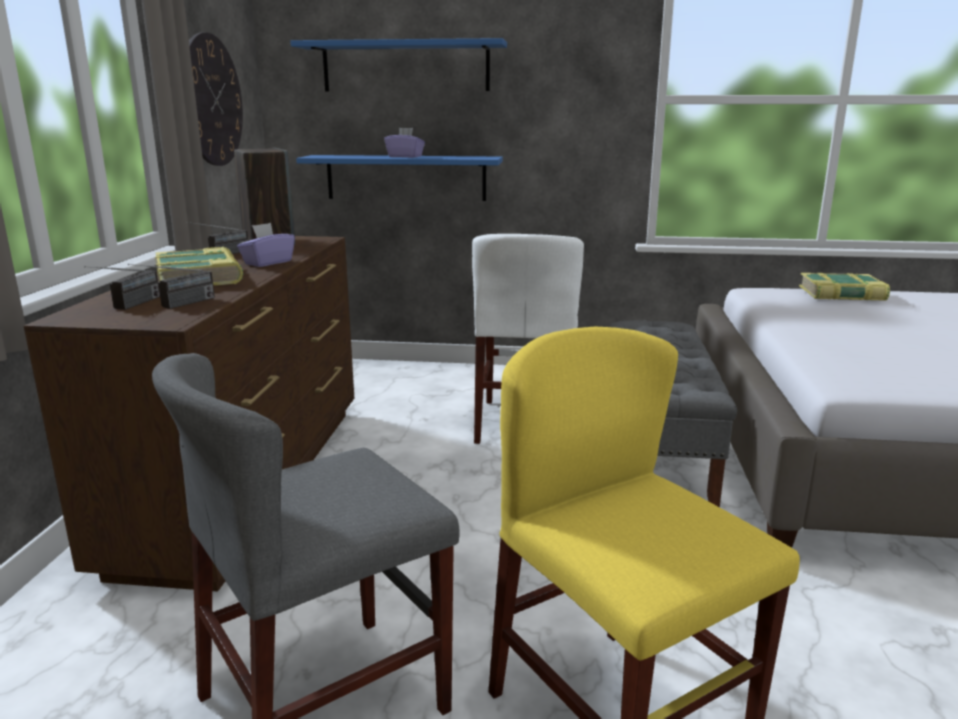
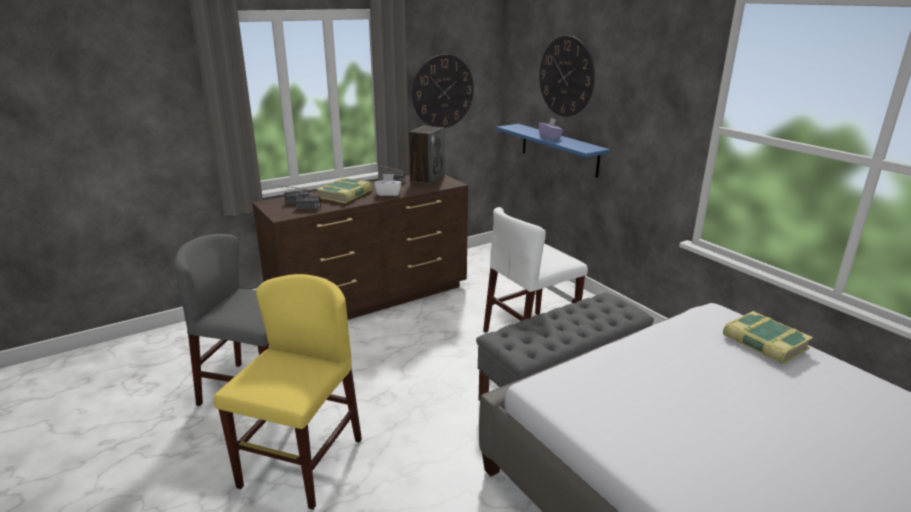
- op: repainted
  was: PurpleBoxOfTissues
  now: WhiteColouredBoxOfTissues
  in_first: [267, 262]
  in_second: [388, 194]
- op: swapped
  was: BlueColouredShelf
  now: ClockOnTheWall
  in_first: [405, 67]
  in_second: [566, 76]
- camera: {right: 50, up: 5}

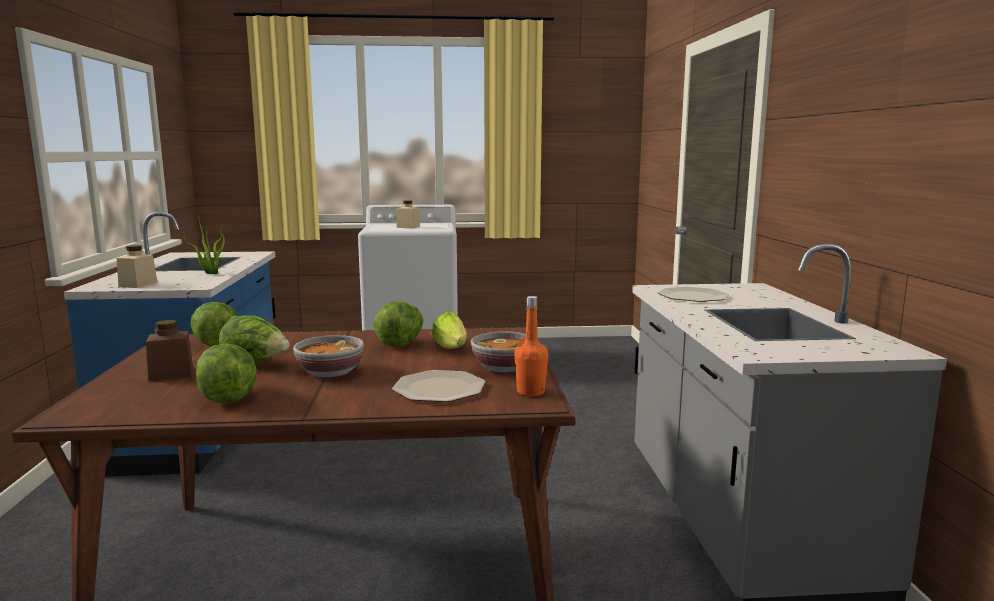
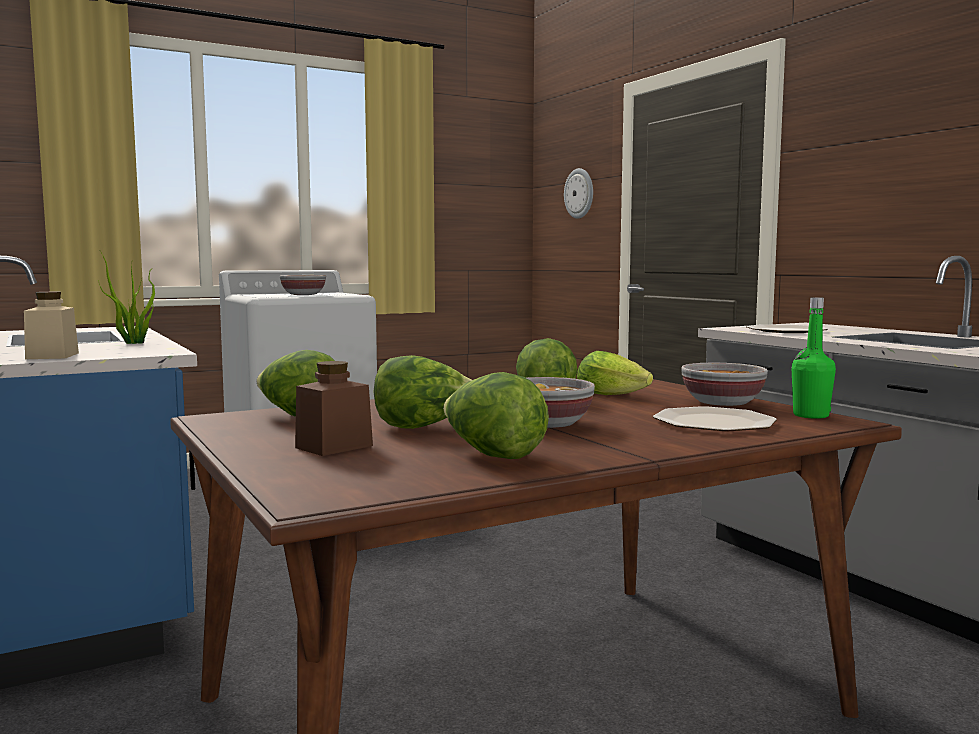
- op: swapped
  was: SandColouredPreserveJar
  now: DeepDish
  in_first: [408, 227]
  in_second: [303, 295]
- op: repainted
  was: OrangeyBeverageBottle
  now: GreenBeverageBottle
  in_first: [530, 392]
  in_second: [810, 415]
- op: new
  now: ClockOnTheWall
  in_second: [579, 193]
- camera: {right: -25, up: -5}

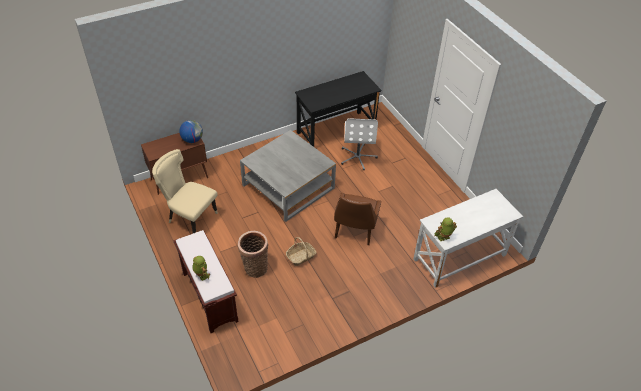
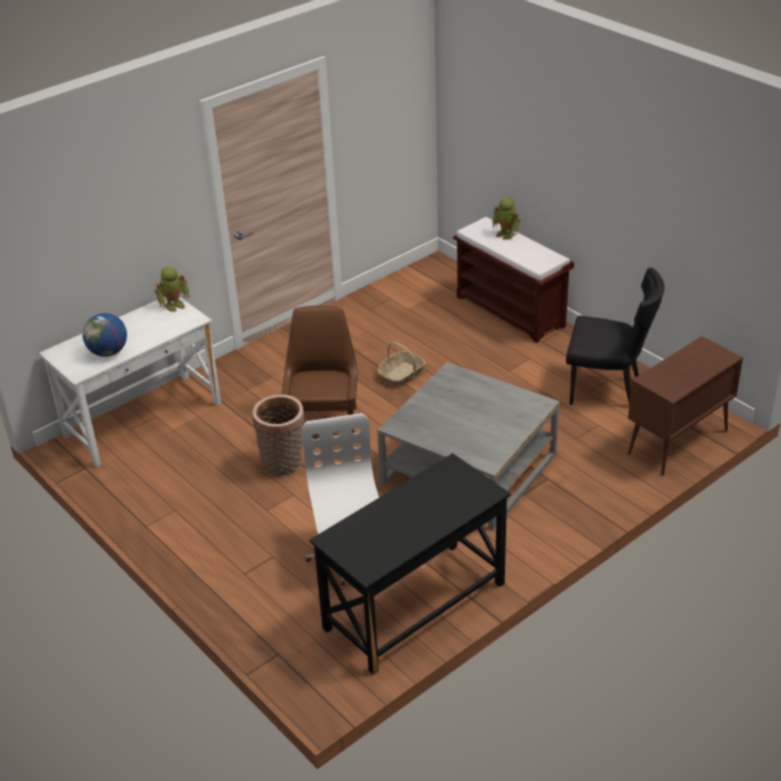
- op: repainted
  was: SandColouredPlainChair
  now: BlackishPlainChair
  in_first: [190, 218]
  in_second: [608, 389]
- op: shifted
  was: Globe
  in_first: [192, 140]
  in_second: [108, 352]
- op: shifted
  was: Basket
  in_first: [254, 267]
  in_second: [284, 465]
- camera: {right: 170, up: -10}

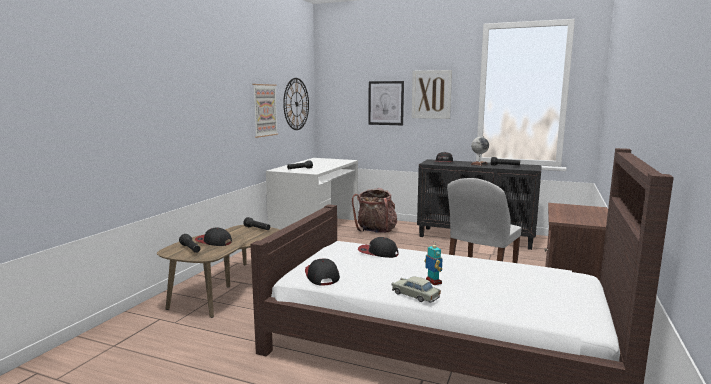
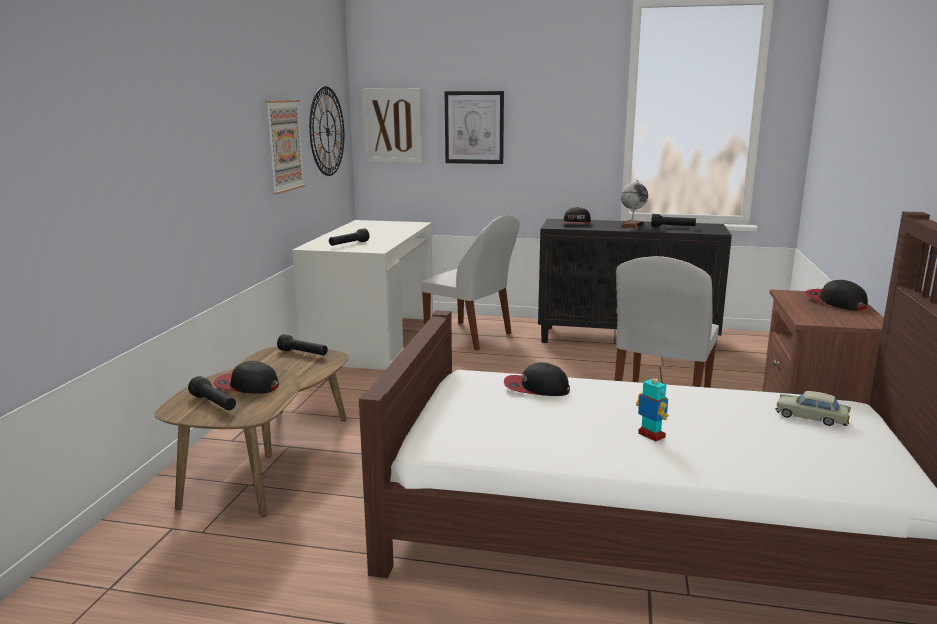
- op: shifted
  was: BaseballCap
  in_first: [321, 276]
  in_second: [835, 302]
- op: swapped
  was: Rucksack
  now: WhiteColouredPlainChair
  in_first: [376, 231]
  in_second: [470, 336]
- op: shifted
  was: SandColouredToyCar
  in_first: [415, 295]
  in_second: [811, 417]
- op: shifted
  was: Picture
  in_first: [431, 94]
  in_second: [393, 126]
- camera: {right: -10, up: 5}

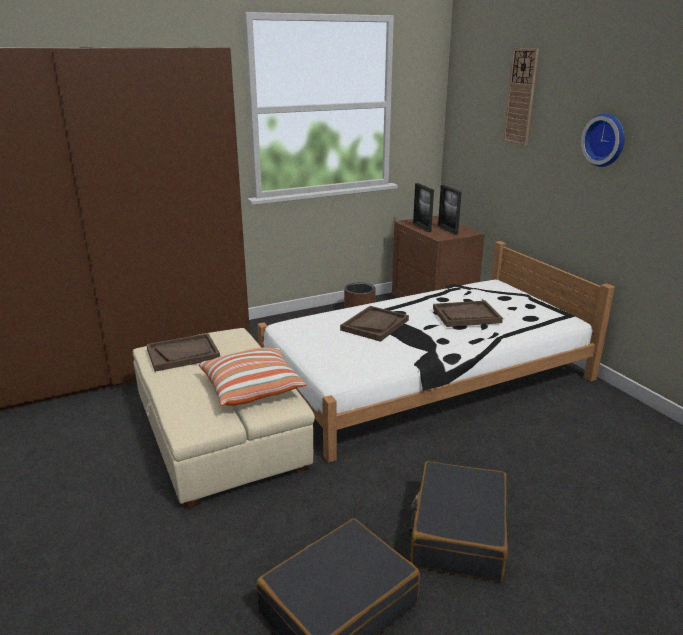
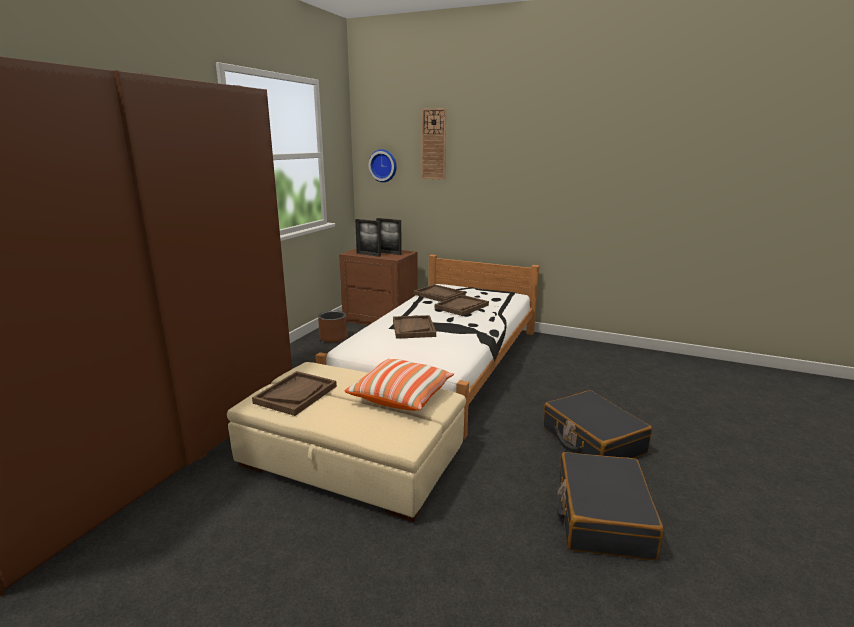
- op: shifted
  was: ClockOnTheWall
  in_first: [606, 140]
  in_second: [383, 165]
- op: new
  now: BrownColouredTray
  in_second: [439, 295]
- camera: {right: -40, up: -5}

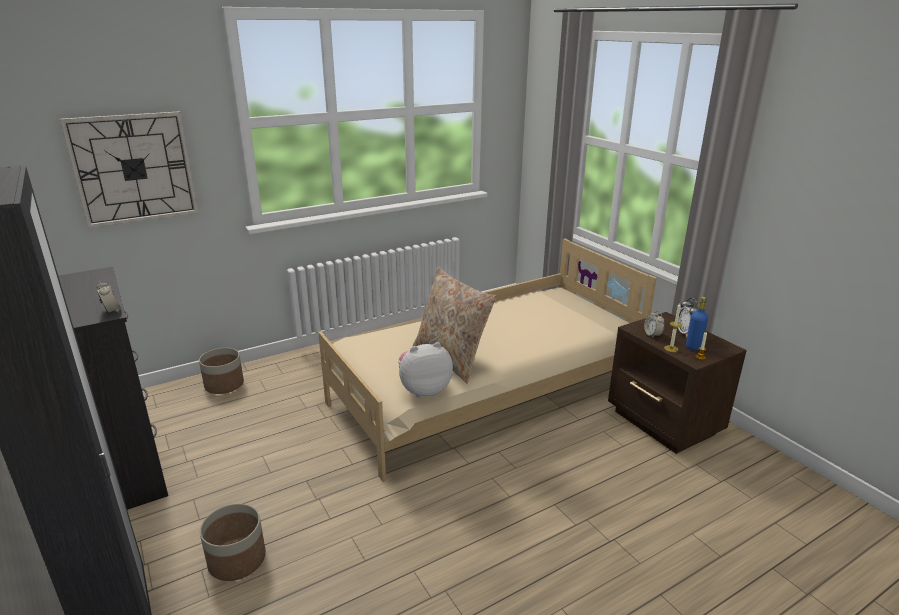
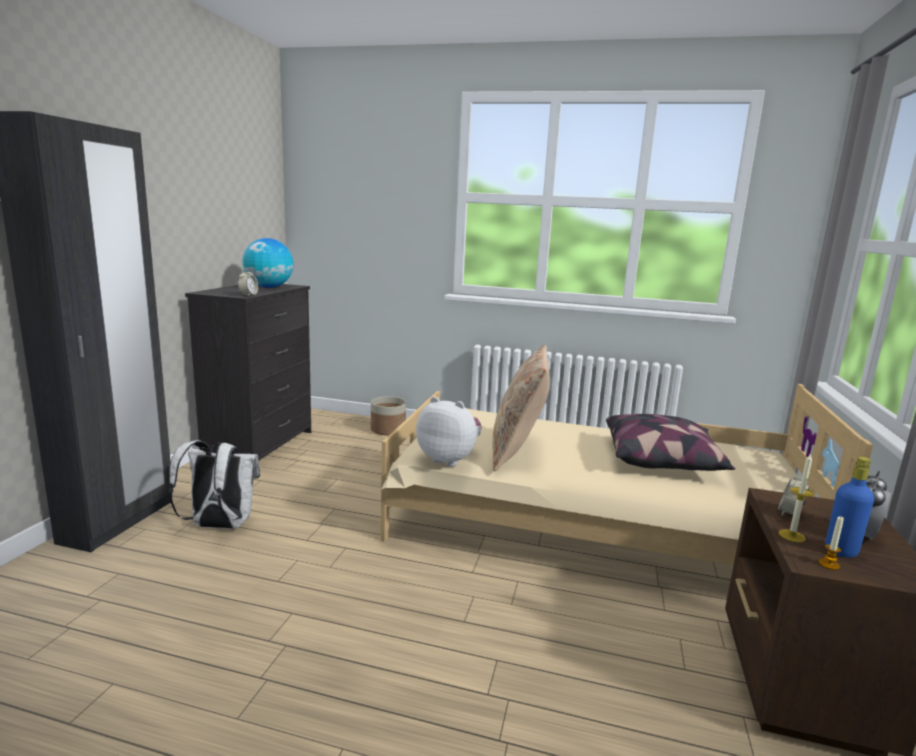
- op: gone
  was: ClockOnTheWall
  in_first: [133, 169]
- op: swapped
  was: PlantPot
  now: WhiteColouredRucksack
  in_first: [237, 560]
  in_second: [219, 526]
- op: new
  now: Globe
  in_second: [269, 287]
- op: new
  now: ThrowPillow
  in_second: [662, 460]
- camera: {right: 45, up: -10}

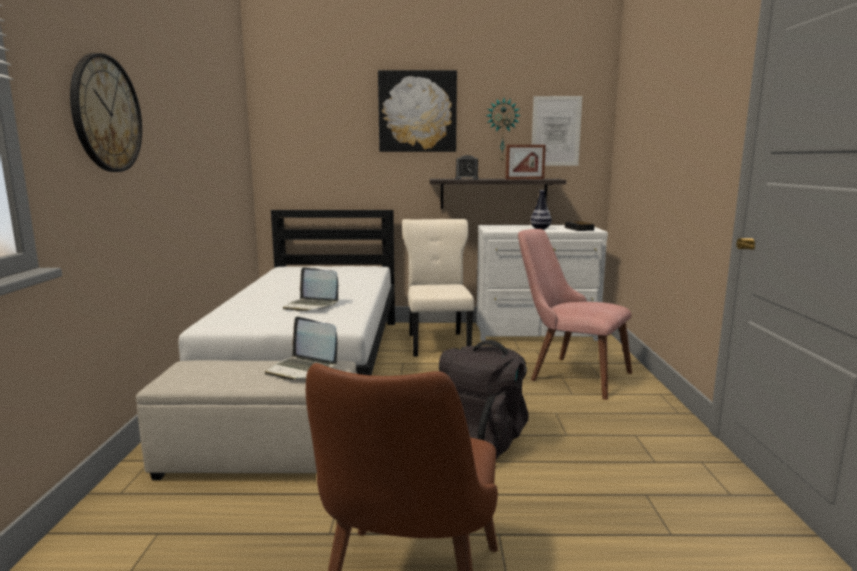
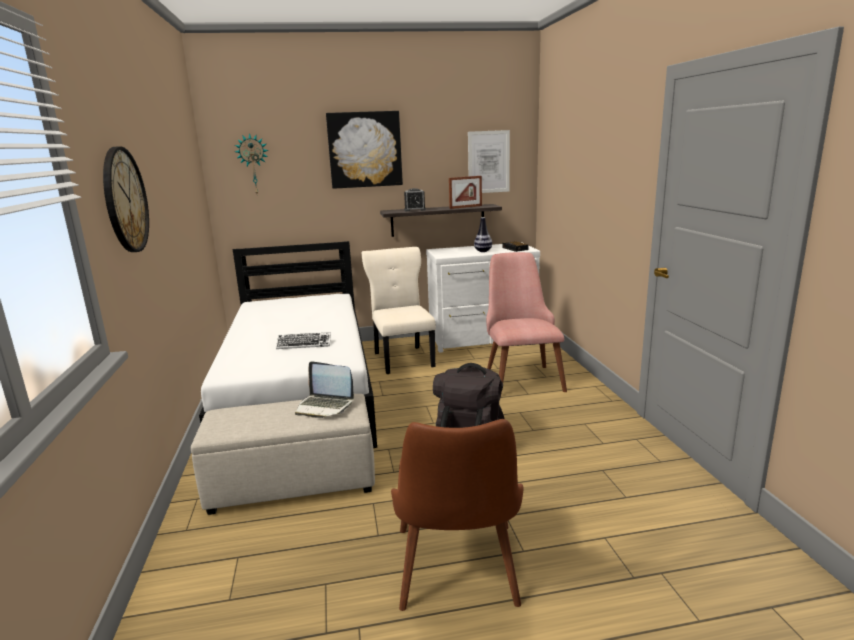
- op: swapped
  was: PortableComputer
  now: Keyboard
  in_first: [311, 306]
  in_second: [304, 344]
- op: shifted
  was: ClockOnTheWall
  in_first: [502, 130]
  in_second: [253, 164]
- op: rotated
  was: PinkPlainChair
  in_first: [568, 373]
  in_second: [520, 376]
  clockwise: 60
- camera: {right: -10, up: 5}

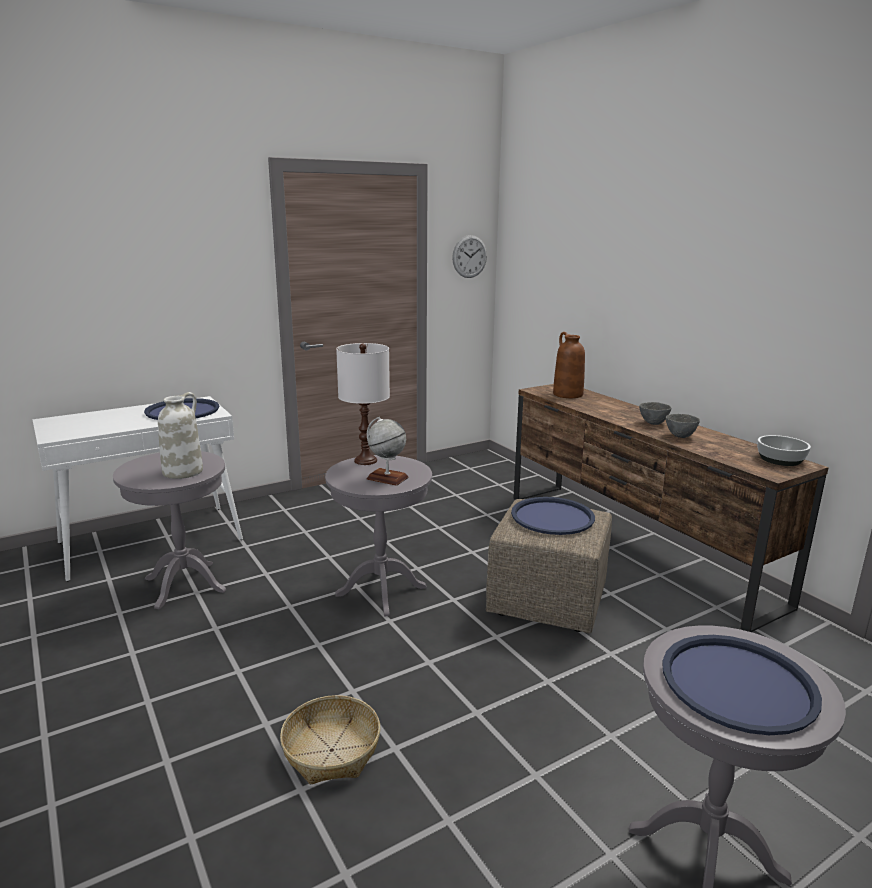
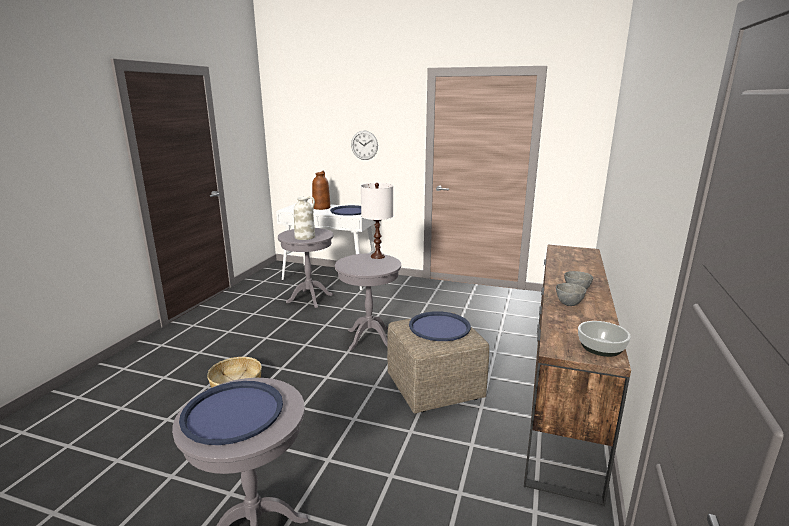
- op: gone
  was: Globe
  in_first: [387, 478]
- op: shifted
  was: ClockOnTheWall
  in_first: [469, 256]
  in_second: [364, 145]
- op: shifted
  was: BrownColouredVase
  in_first: [567, 394]
  in_second: [321, 207]
- camera: {right: 50, up: 0}

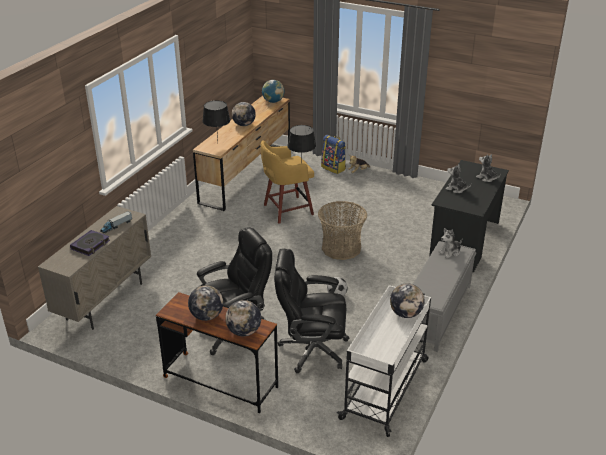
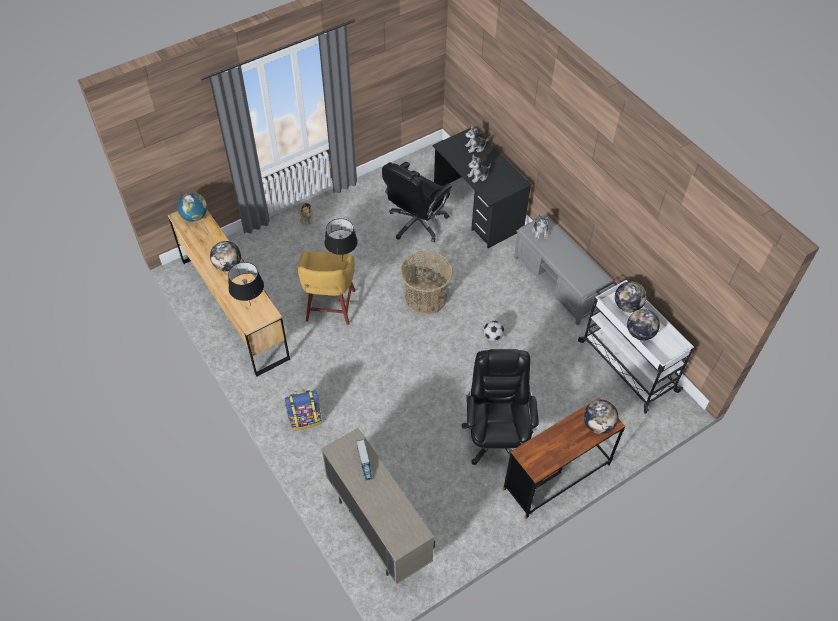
- op: gone
  was: Volume
  in_first: [90, 245]
- op: shifted
  was: Globe
  in_first: [206, 316]
  in_second: [640, 333]
- op: shifted
  was: BlackishDeskChair
  in_first: [312, 349]
  in_second: [416, 223]
- op: shifted
  was: Rucksack
  in_first: [334, 168]
  in_second: [305, 419]
- camera: {right: -60, up: 20}

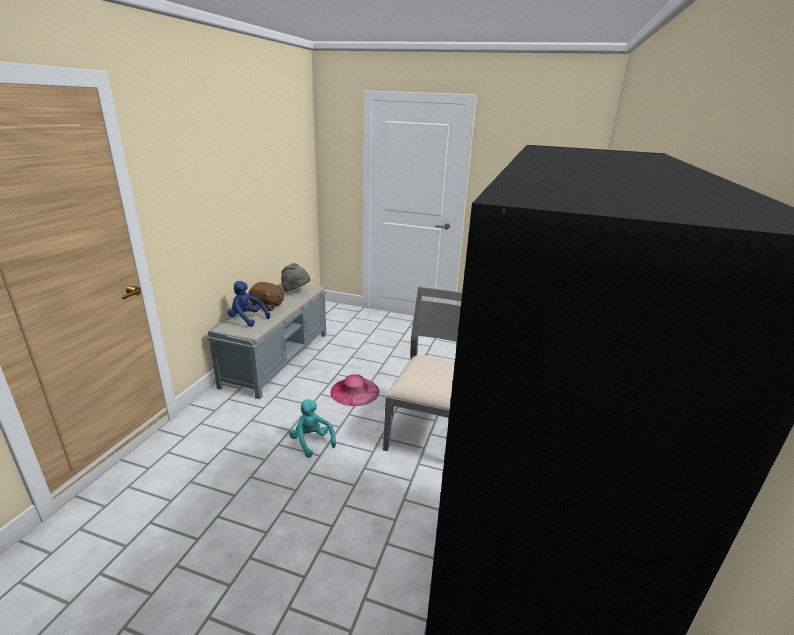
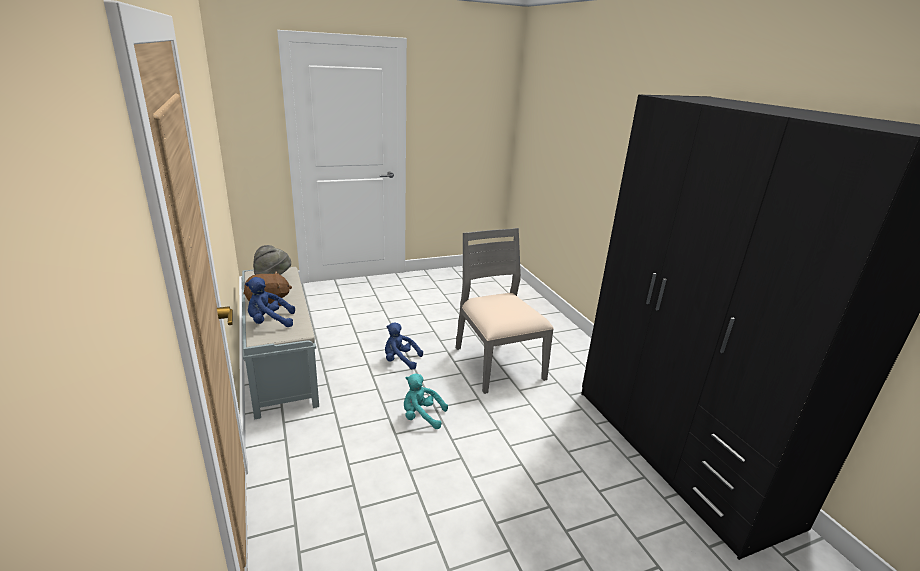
- op: swapped
  was: PinkWearableHat
  now: BlueColouredSoftToy
  in_first: [354, 391]
  in_second: [400, 360]
- camera: {right: -40, up: 0}

